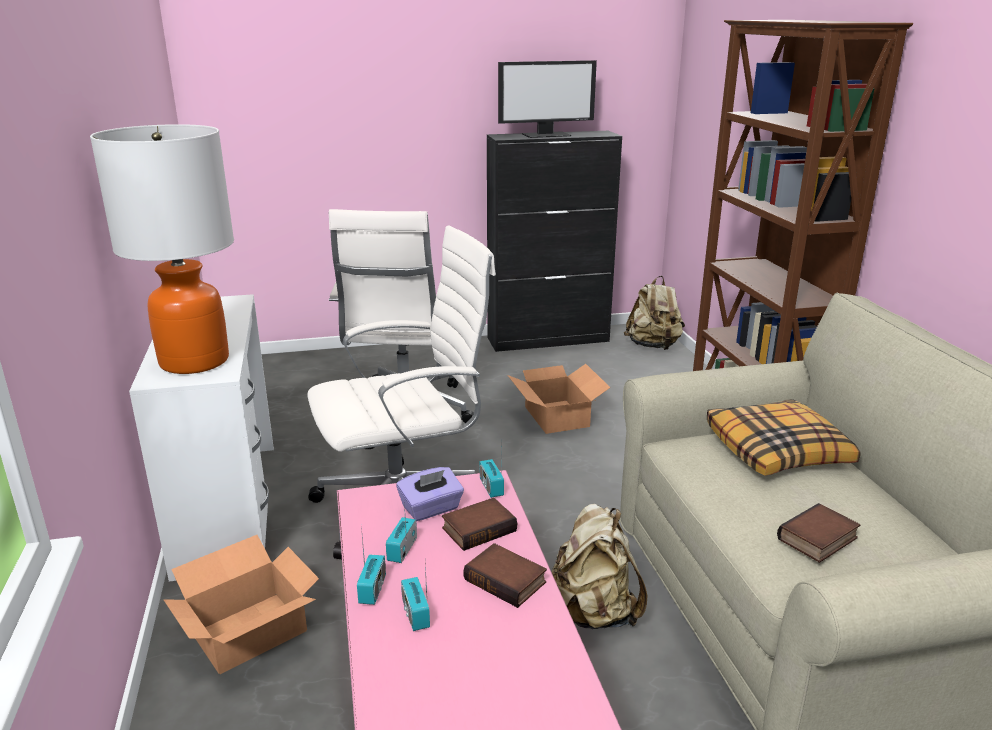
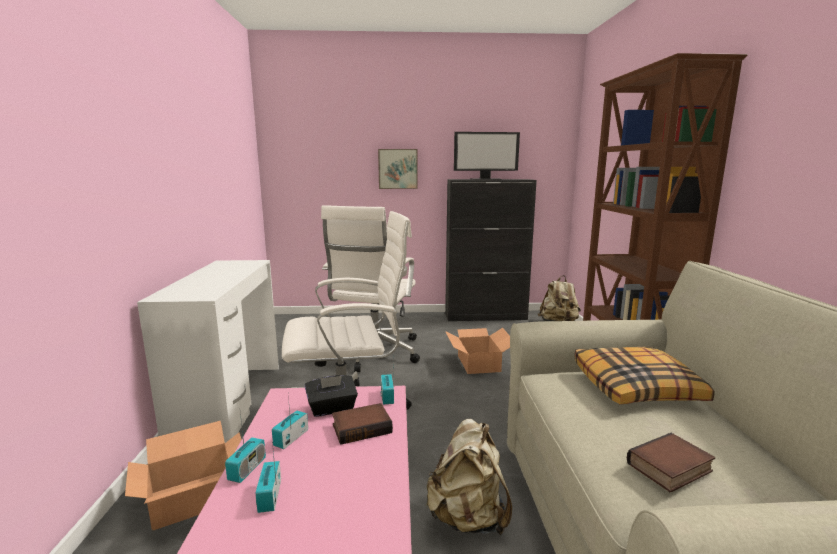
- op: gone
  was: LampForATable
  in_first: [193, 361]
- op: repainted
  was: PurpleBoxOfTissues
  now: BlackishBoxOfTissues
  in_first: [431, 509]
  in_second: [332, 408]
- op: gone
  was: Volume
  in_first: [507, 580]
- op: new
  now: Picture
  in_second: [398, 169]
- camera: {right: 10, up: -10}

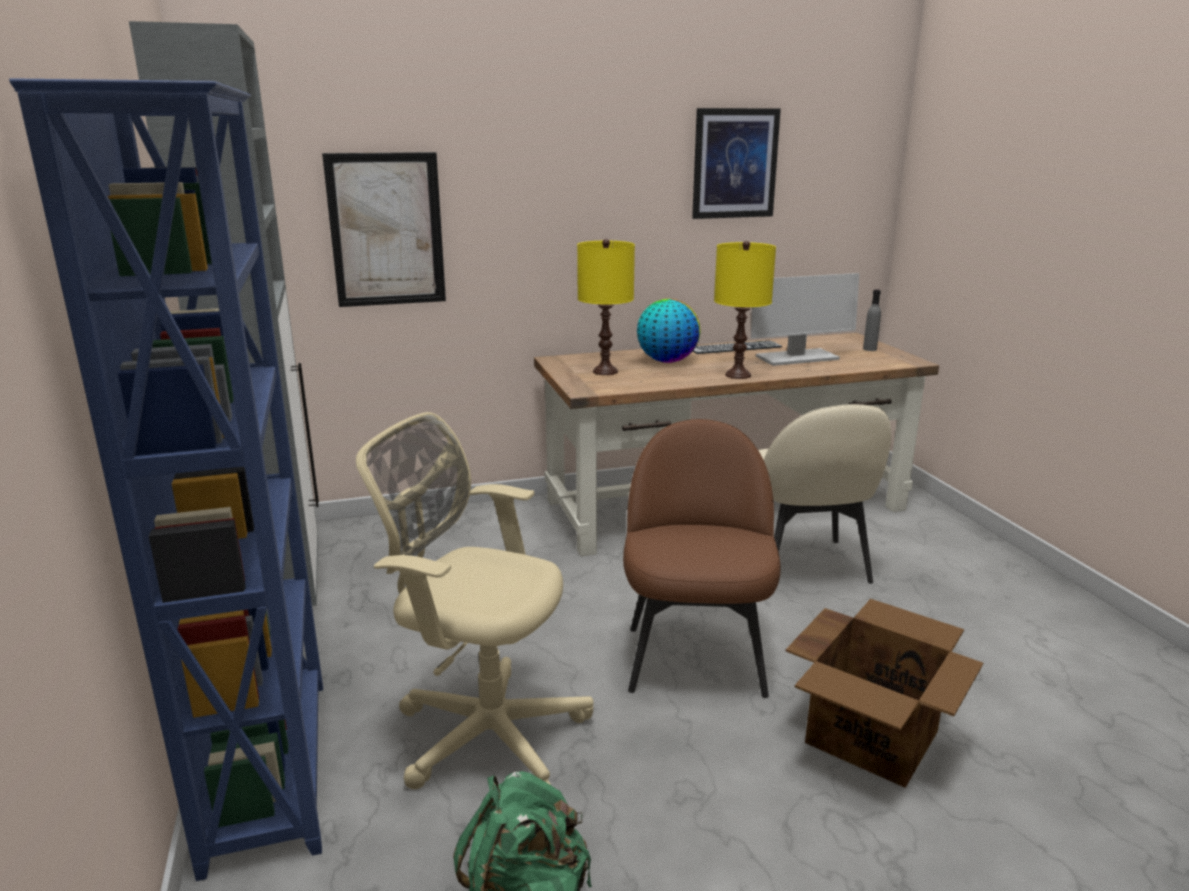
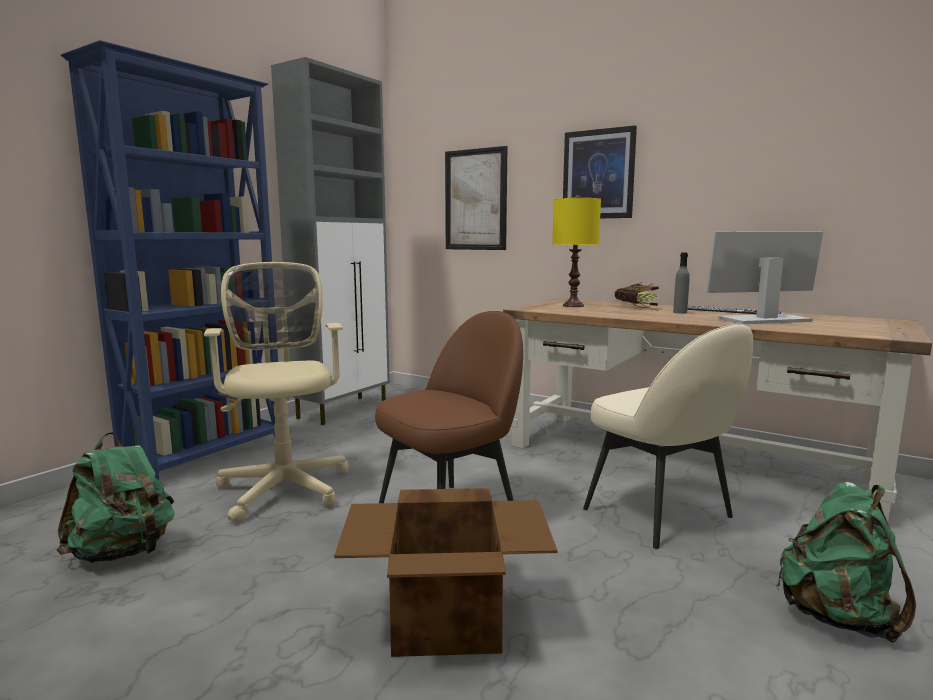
- op: swapped
  was: Globe
  now: Volume
  in_first: [667, 361]
  in_second: [638, 308]
- op: shifted
  was: Picture
  in_first: [735, 163]
  in_second: [598, 174]
- op: gone
  was: YellowishLampForATable
  in_first: [737, 375]
- op: rotated
  was: Monitor
  in_first: [796, 358]
  in_second: [764, 320]
  clockwise: 135
- op: rotated
  was: SandColouredPlainChair
  in_first: [804, 566]
  in_second: [660, 514]
  clockwise: -75
- op: shifted
  was: GreyishBeverageBottle
  in_first: [869, 349]
  in_second: [680, 312]
- op: new
  now: GreenRucksack
  in_second: [837, 617]
- camera: {right: 50, up: -10}

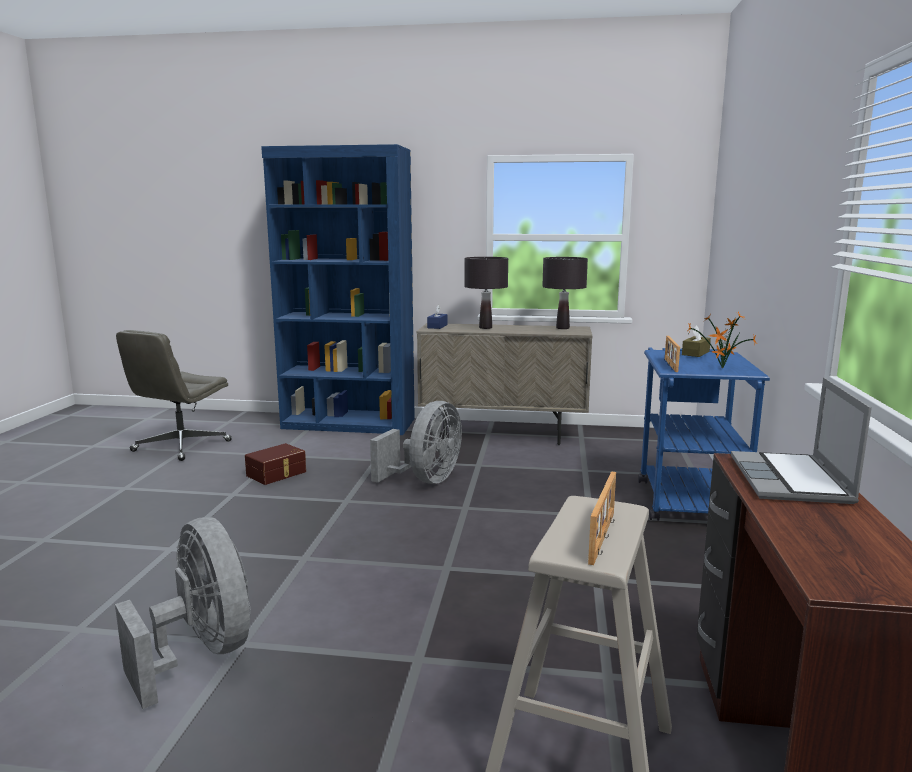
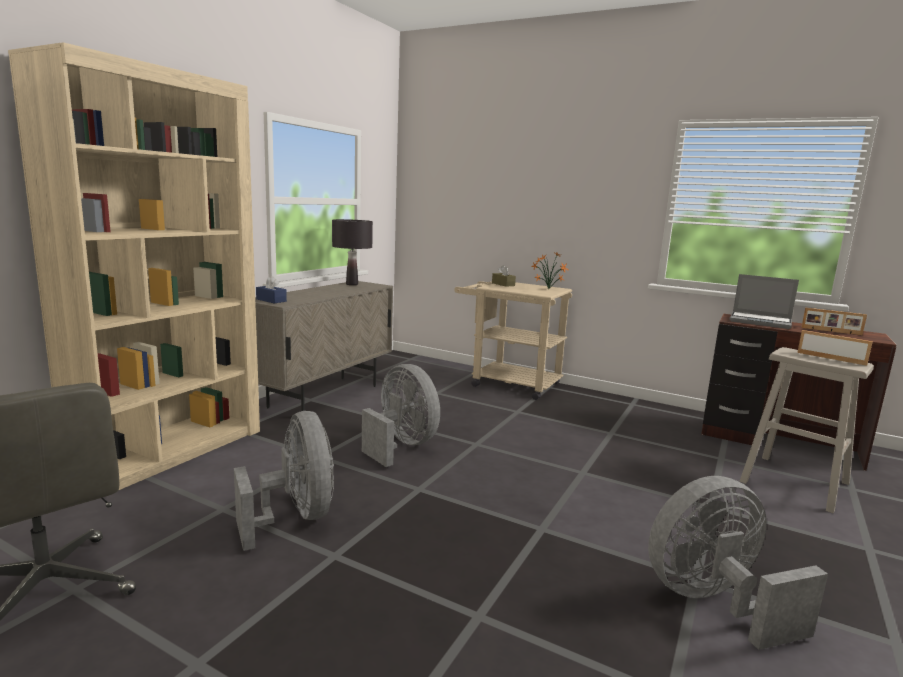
- op: swapped
  was: BrownColouredStorageBox
  now: GreyishElectricFan
  in_first: [277, 474]
  in_second: [295, 517]
- op: repainted
  was: BlueColouredBookcase
  now: SandColouredBookcase
  in_first: [349, 424]
  in_second: [171, 450]
- op: gone
  was: BlackishLampForATable
  in_first: [485, 327]
- op: repainted
  was: BlueColouredWheeledCart
  now: SandColouredWheeledCart
  in_first: [687, 497]
  in_second: [508, 383]
- op: shifted
  was: StandingFrame
  in_first: [670, 365]
  in_second: [831, 331]
- camera: {right: -70, up: 0}

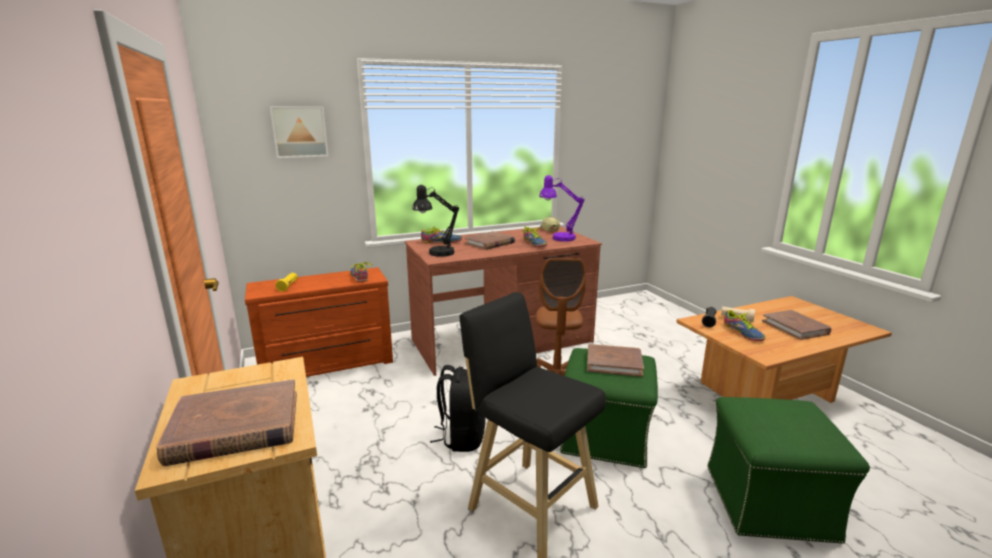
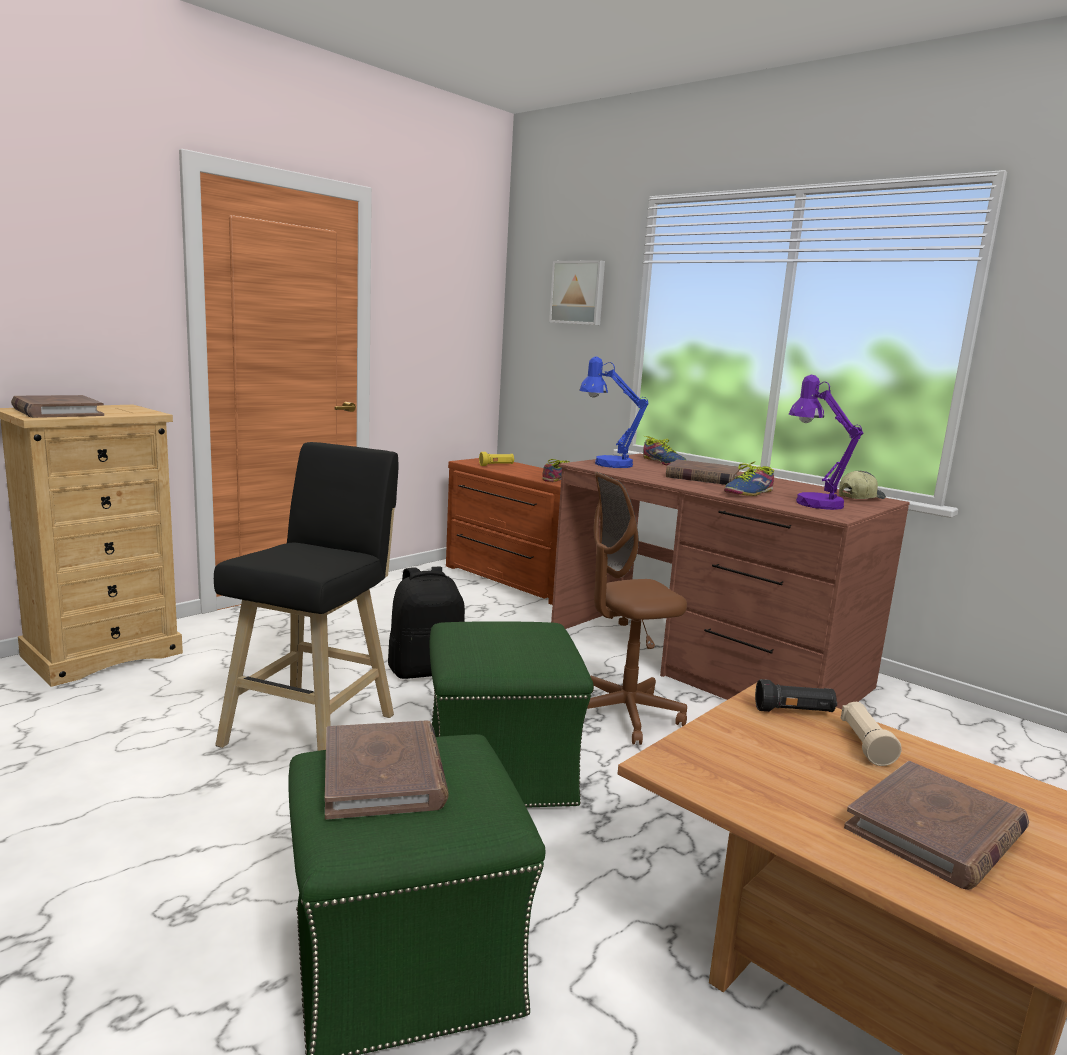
- op: repainted
  was: BlackishLampForATable
  now: BlueColouredLampForATable
  in_first: [436, 254]
  in_second: [605, 463]
- op: shifted
  was: BrownColouredVolume
  in_first: [614, 363]
  in_second: [384, 775]
- op: gone
  was: ItemOfFootwear
  in_first: [743, 333]
- camera: {right: 65, up: -5}

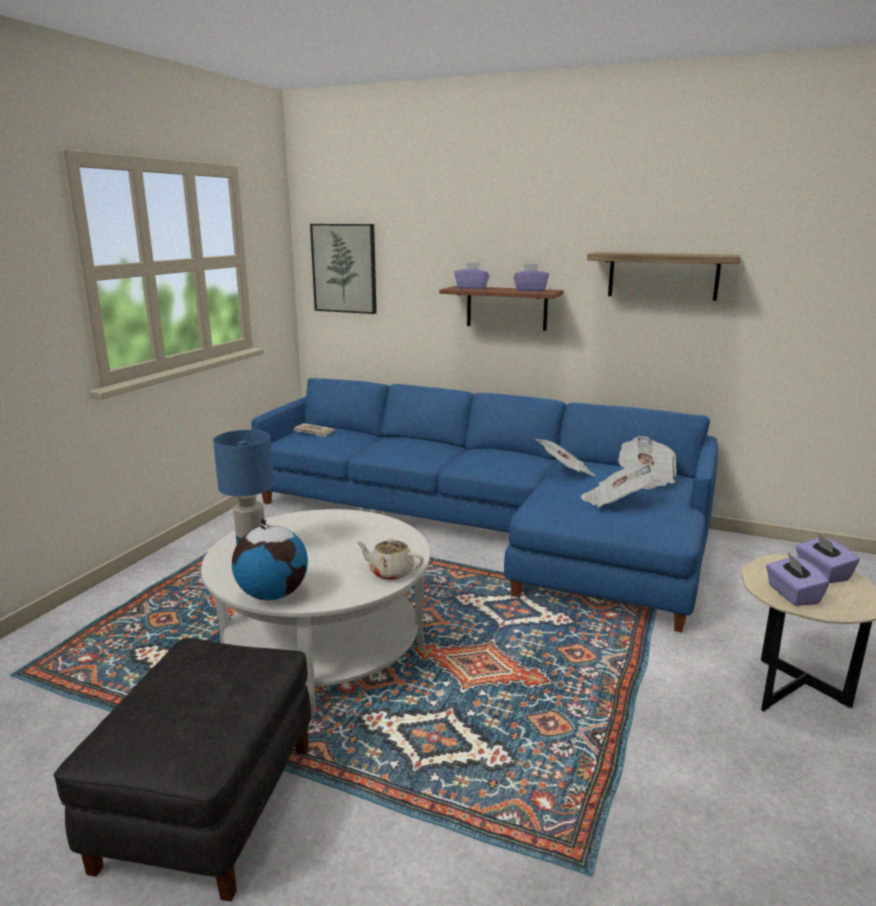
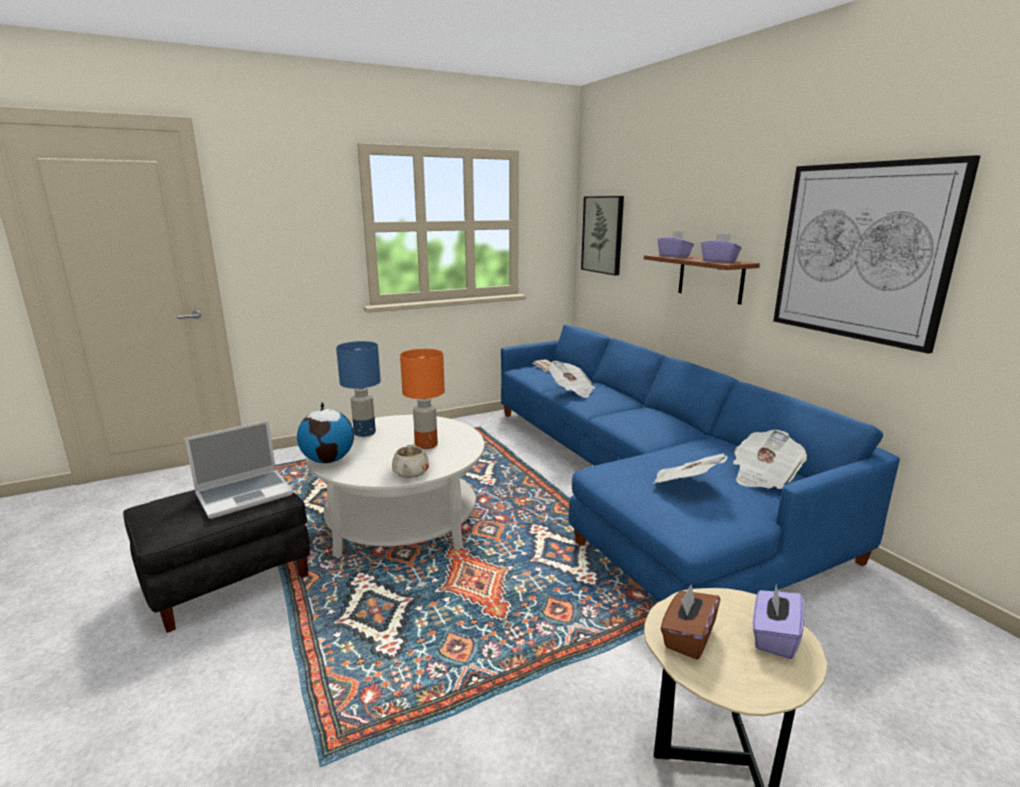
- op: rotated
  was: SandColouredPotForTea
  in_first: [390, 572]
  in_second: [410, 473]
  clockwise: -150
- op: shifted
  was: PrintedPaper
  in_first: [565, 472]
  in_second: [572, 391]
- op: swapped
  was: Shelf
  now: Picture
  in_first: [663, 276]
  in_second: [861, 252]
- op: repainted
  was: PurpleBoxOfTissues
  now: BrownColouredBoxOfTissues
  in_first: [792, 594]
  in_second: [687, 637]
- op: new
  now: PortableComputer
  in_second: [245, 494]
- op: new
  now: OrangeyLampForATable
  in_second: [425, 445]
- camera: {right: 40, up: 0}

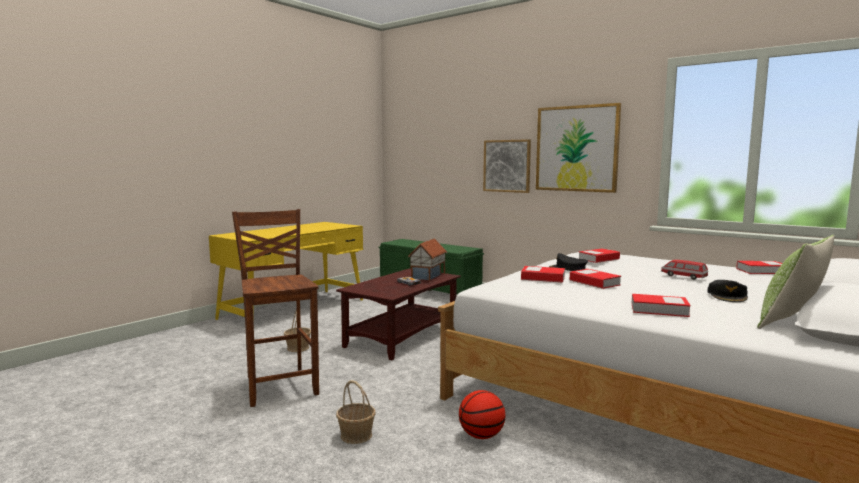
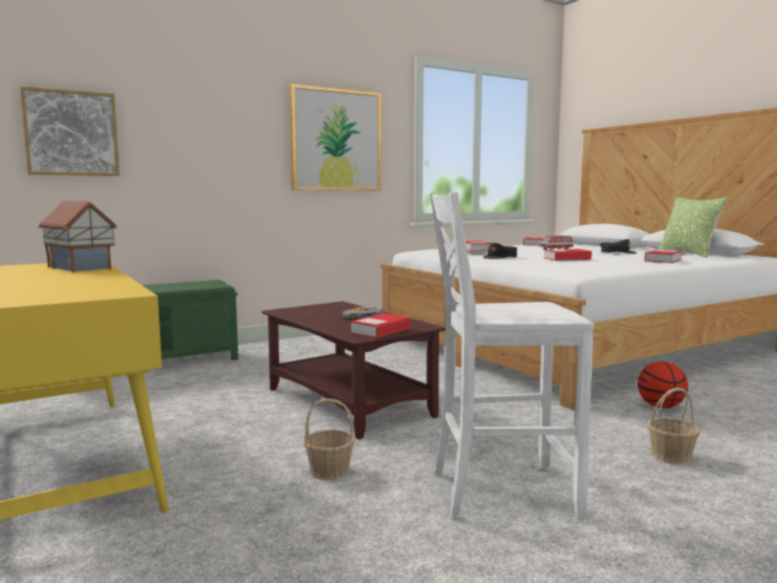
- op: repainted
  was: BrownColouredPlainChair
  now: WhiteColouredPlainChair
  in_first: [280, 385]
  in_second: [499, 492]
- op: shifted
  was: MiniatureHouse
  in_first: [428, 276]
  in_second: [82, 267]
- op: shifted
  was: Picture
  in_first: [507, 166]
  in_second: [71, 133]
- op: shifted
  was: Volume
  in_first: [543, 278]
  in_second: [380, 331]
- camera: {right: -70, up: 0}

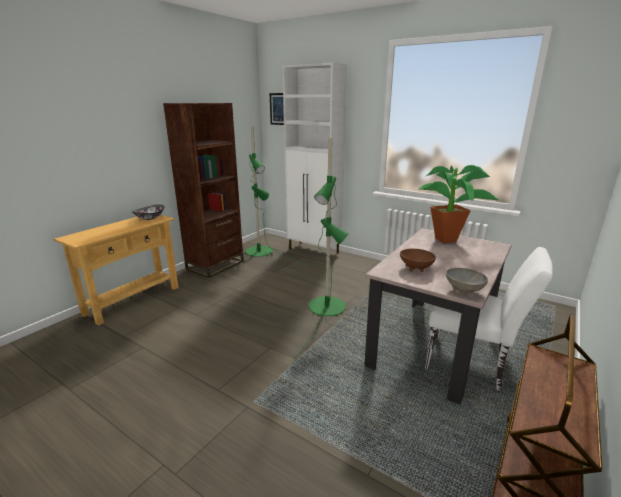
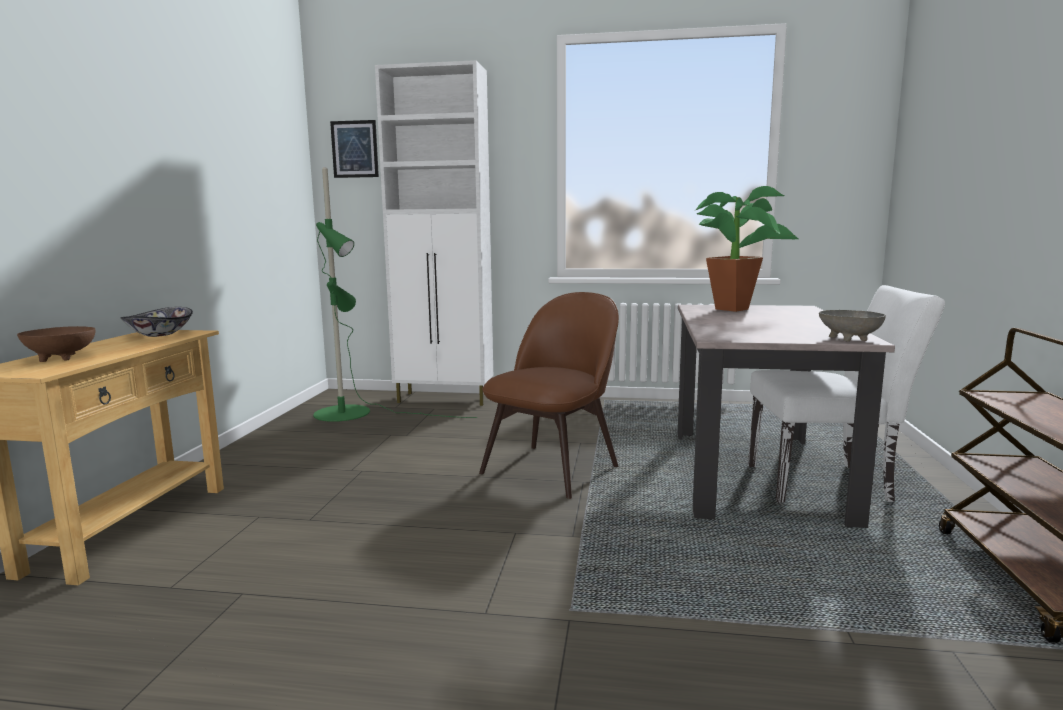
- op: gone
  was: BrownColouredBookcase
  in_first: [215, 265]
- op: swapped
  was: GreenFloorLamp
  now: BrownColouredPlainChair
  in_first: [325, 311]
  in_second: [553, 468]
- op: shifted
  was: BrownColouredDeepDish
  in_first: [416, 268]
  in_second: [62, 358]
- camera: {right: -25, up: -10}

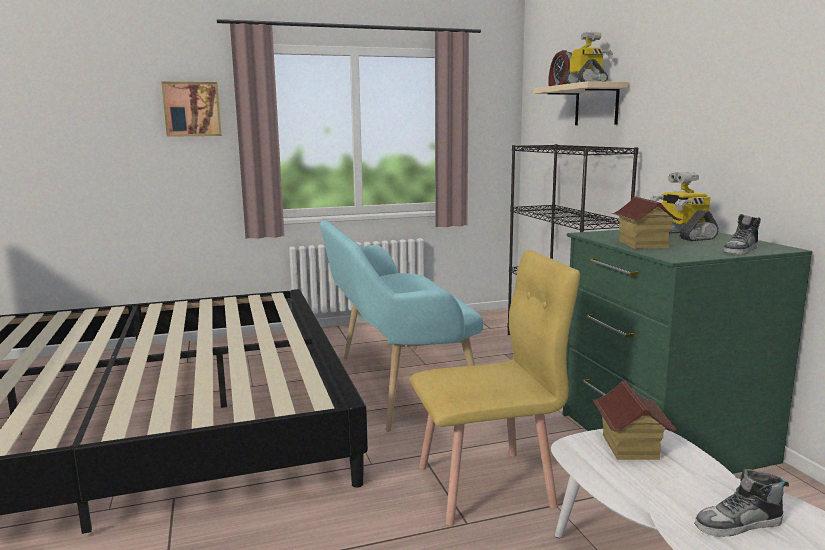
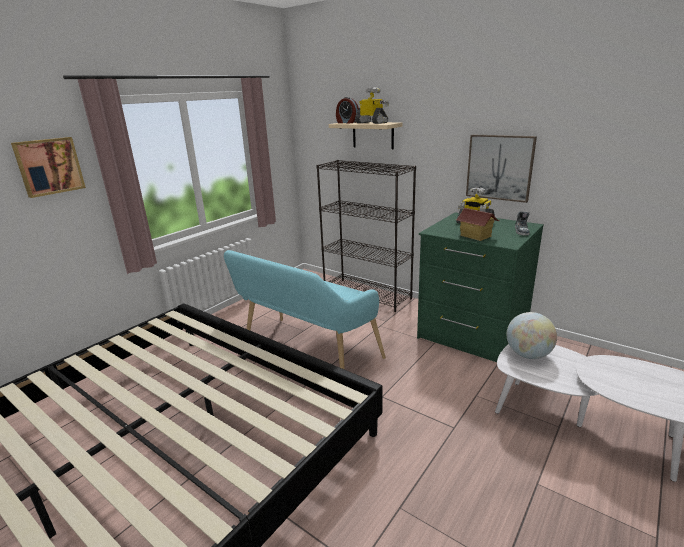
- op: gone
  was: YellowishPlainChair
  in_first: [486, 486]
- op: swapped
  was: MiniatureHouse
  now: Globe
  in_first: [629, 447]
  in_second: [528, 355]
- op: gone
  was: ItemOfFootwear
  in_first: [738, 524]
- op: new
  now: Picture
  in_second: [499, 167]
- camera: {right: -35, up: 10}

